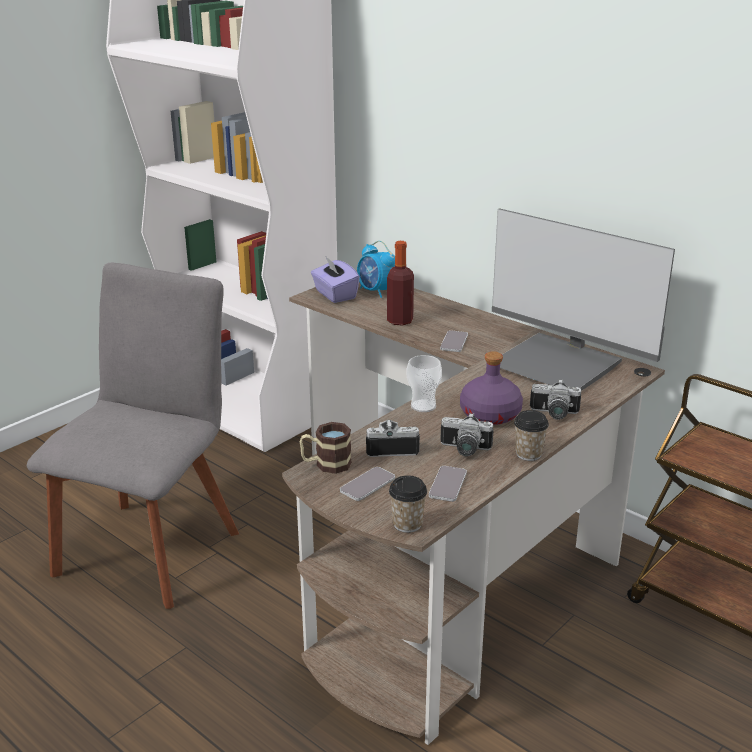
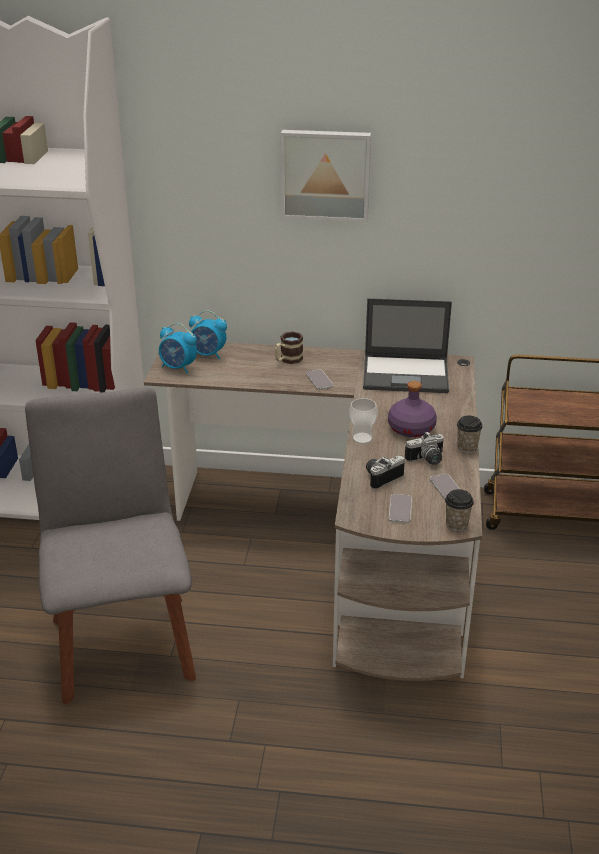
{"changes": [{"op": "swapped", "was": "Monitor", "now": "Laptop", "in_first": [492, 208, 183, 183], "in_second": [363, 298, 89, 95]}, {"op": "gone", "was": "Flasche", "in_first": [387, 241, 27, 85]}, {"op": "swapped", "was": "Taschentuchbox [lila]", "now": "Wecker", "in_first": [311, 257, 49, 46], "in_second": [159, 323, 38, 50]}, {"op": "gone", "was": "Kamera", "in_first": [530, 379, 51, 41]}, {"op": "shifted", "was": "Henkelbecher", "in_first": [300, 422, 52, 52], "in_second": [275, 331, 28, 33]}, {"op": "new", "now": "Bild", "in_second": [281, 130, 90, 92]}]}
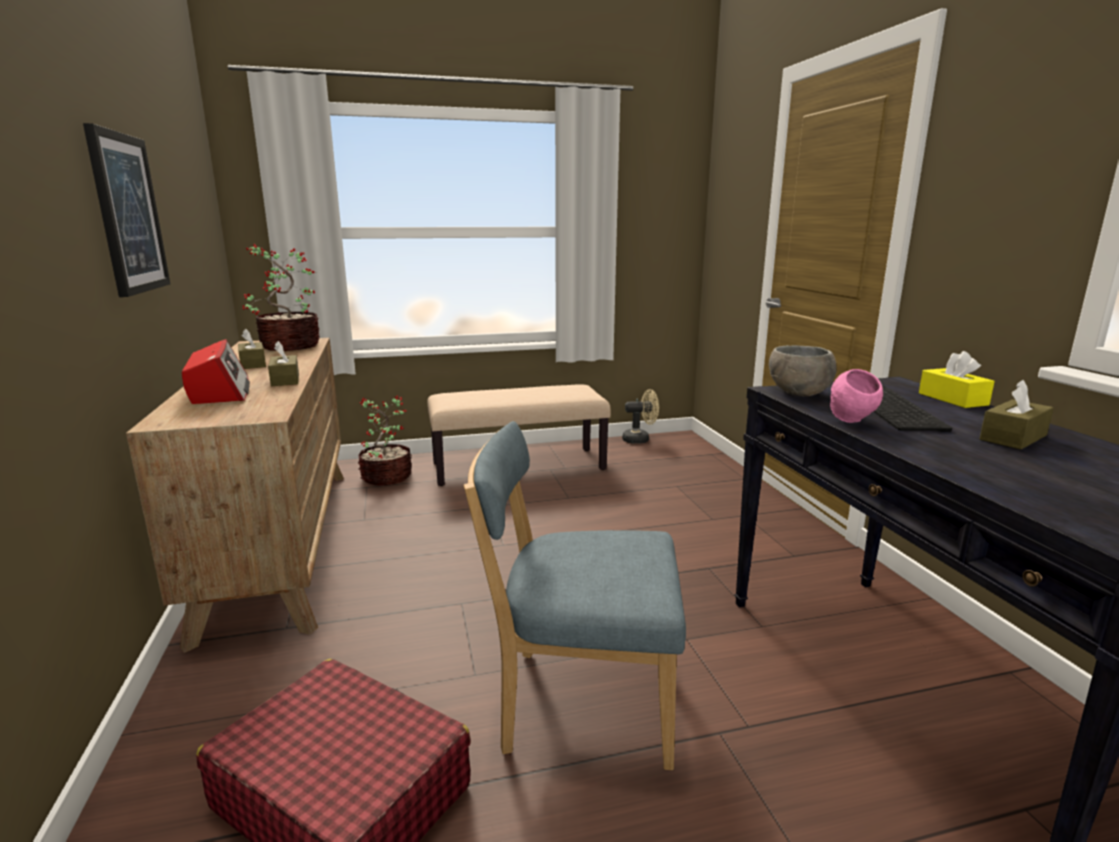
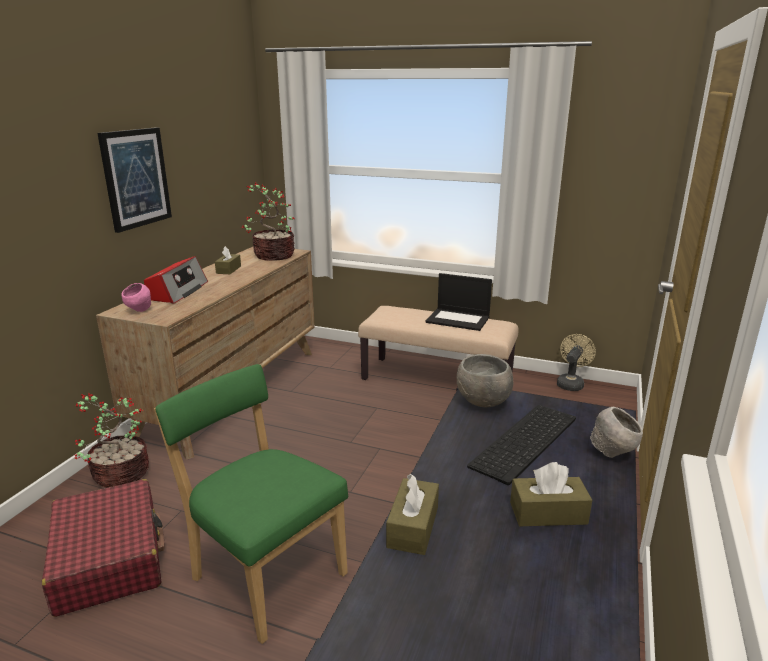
{"changes": [{"op": "shifted", "was": "Taschentuchbox [braun]", "in_first": [268, 341, 31, 45], "in_second": [386, 474, 53, 81]}, {"op": "swapped", "was": "Taschentuchbox [gelb]", "now": "Schüssel [grau]", "in_first": [919, 351, 76, 57], "in_second": [590, 407, 53, 51]}, {"op": "shifted", "was": "Schüssel [rosa]", "in_first": [830, 369, 53, 54], "in_second": [121, 283, 30, 29]}, {"op": "rotated", "was": "Ventilator [beige]", "in_first": [622, 389, 37, 55], "in_second": [557, 334, 39, 57], "clockwise": -90}, {"op": "shifted", "was": "Topfpflanze", "in_first": [358, 395, 54, 91], "in_second": [75, 393, 74, 95]}, {"op": "repainted", "was": "Stuhl [blau]", "now": "Stuhl [grün]", "in_first": [463, 421, 223, 349], "in_second": [154, 364, 194, 280]}, {"op": "new", "now": "Laptop", "in_second": [425, 273, 67, 58]}]}
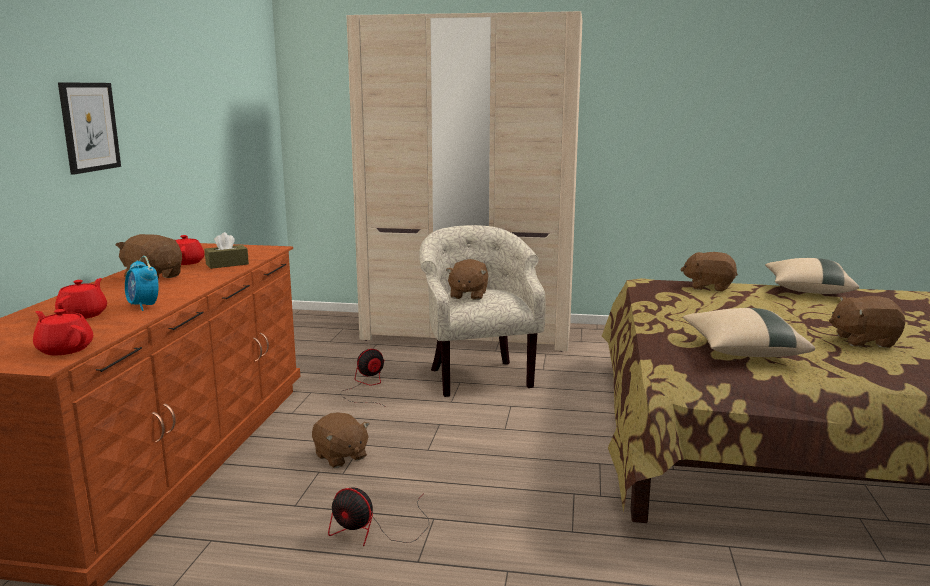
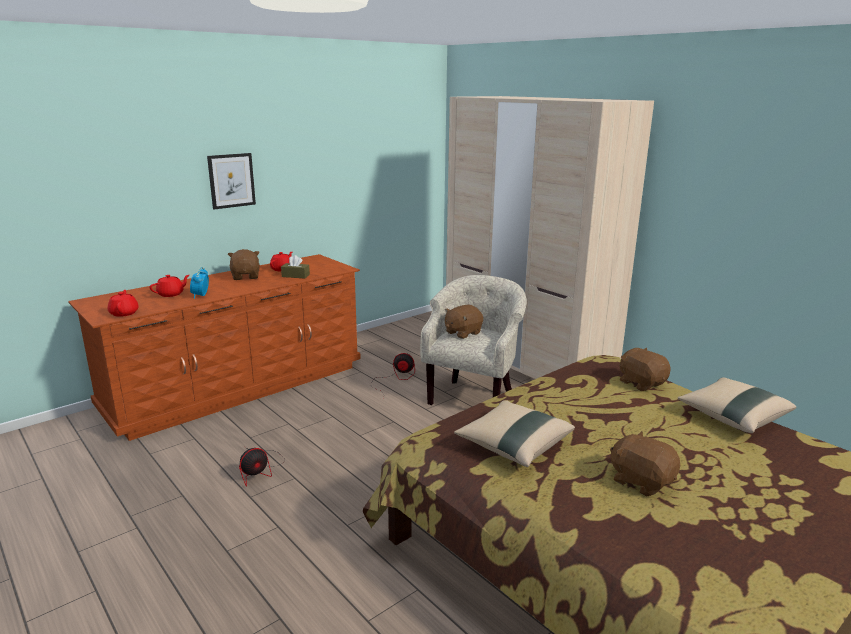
{"changes": [{"op": "gone", "was": "Plüschtier [braun]", "in_first": [312, 412, 57, 56]}, {"op": "rotated", "was": "Ventilator", "in_first": [328, 487, 101, 59], "in_second": [239, 445, 46, 42], "clockwise": -105}]}
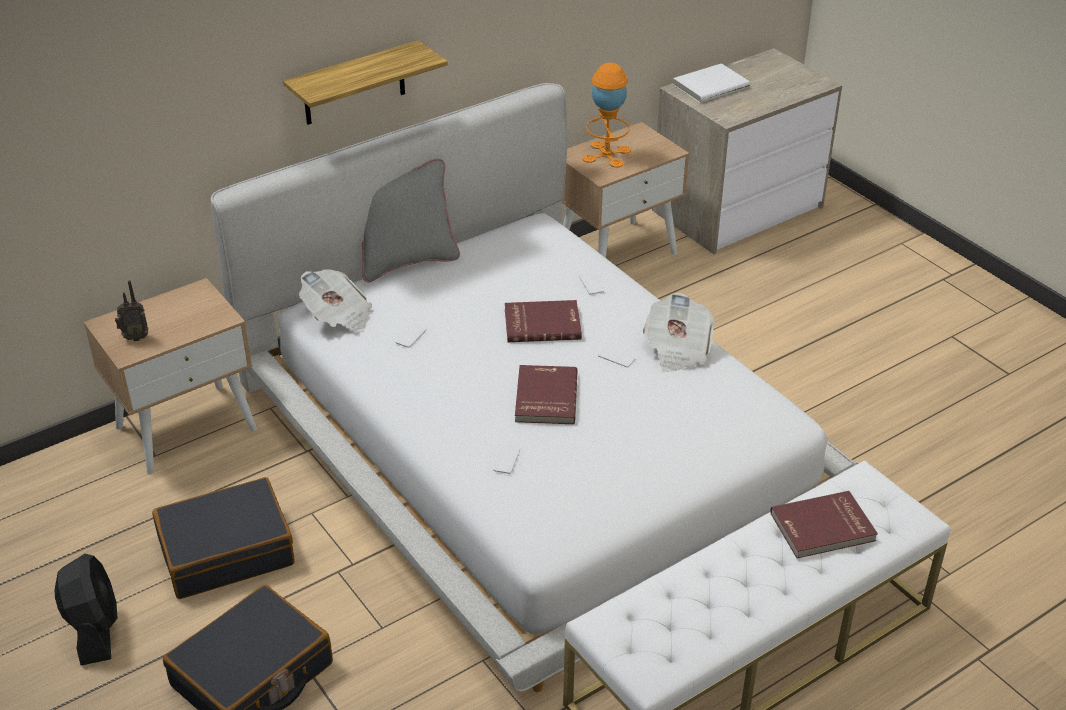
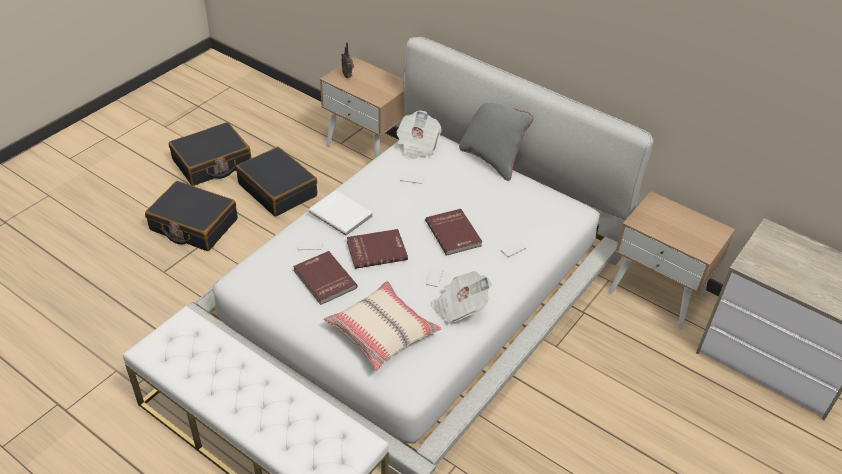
{"changes": [{"op": "gone", "was": "Wandregal", "in_first": [283, 40, 165, 85]}, {"op": "gone", "was": "Tischlampe [orange]", "in_first": [582, 63, 49, 105]}, {"op": "shifted", "was": "Buch [weiß]", "in_first": [673, 63, 77, 40], "in_second": [309, 190, 64, 46]}, {"op": "shifted", "was": "Buch [rot]", "in_first": [770, 491, 108, 67], "in_second": [293, 251, 64, 54]}, {"op": "swapped", "was": "Ventilator [schwarz]", "now": "Koffer [schwarz]", "in_first": [55, 554, 62, 112], "in_second": [169, 122, 82, 64]}, {"op": "new", "now": "Kissen [beige]", "in_second": [324, 281, 118, 90]}]}
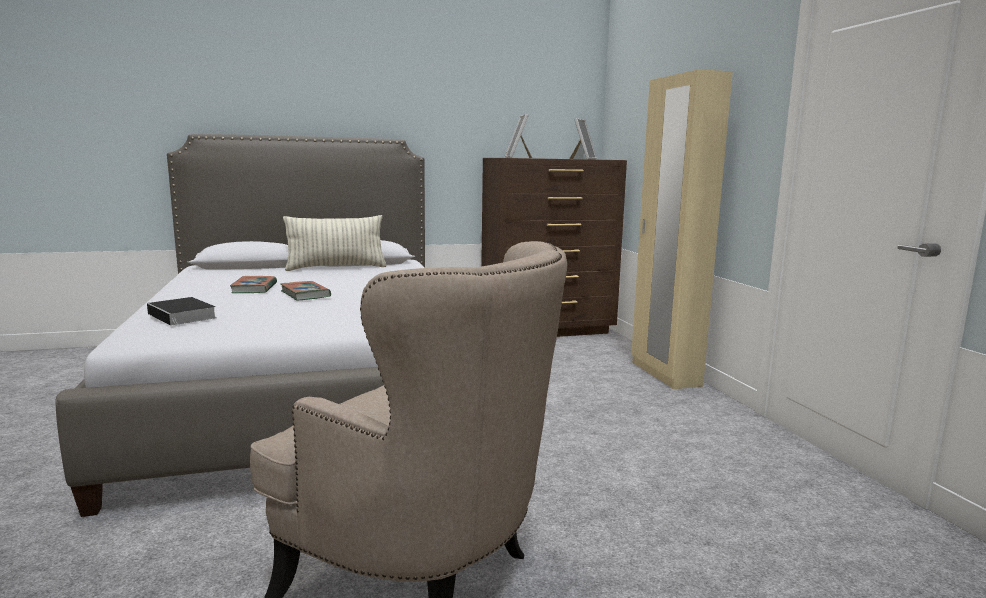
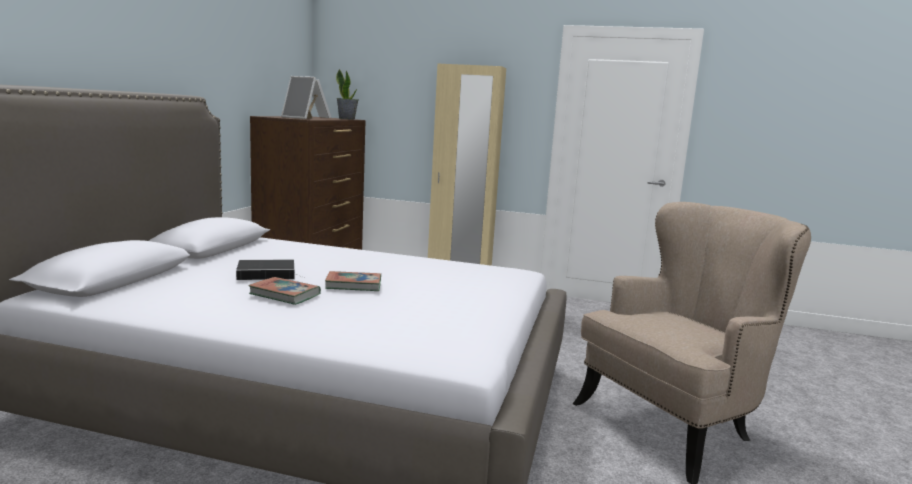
{"changes": [{"op": "gone", "was": "Kissen", "in_first": [283, 215, 104, 56]}, {"op": "shifted", "was": "Buch", "in_first": [147, 297, 70, 30], "in_second": [236, 259, 70, 21]}, {"op": "new", "now": "Topfpflanze", "in_second": [336, 69, 22, 51]}]}
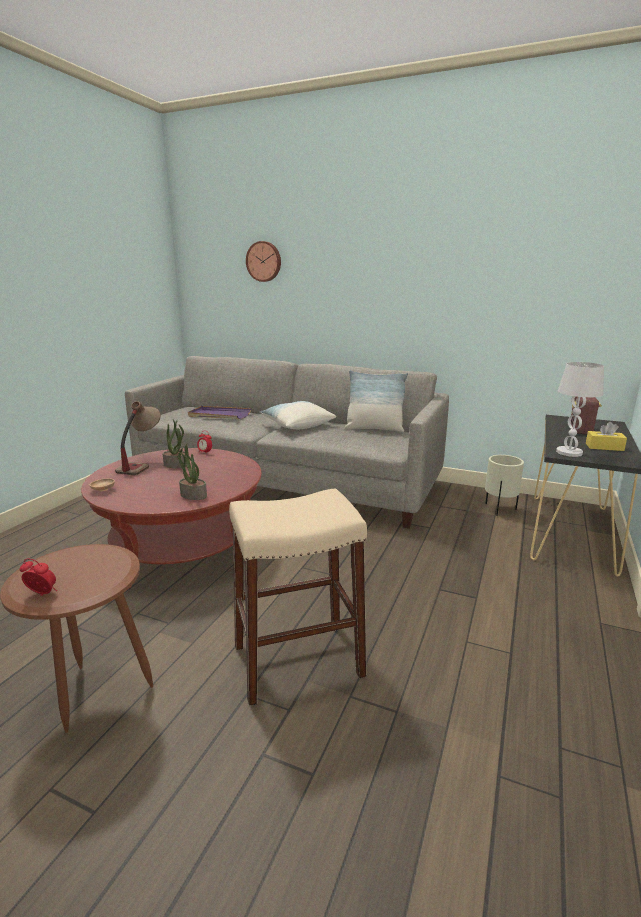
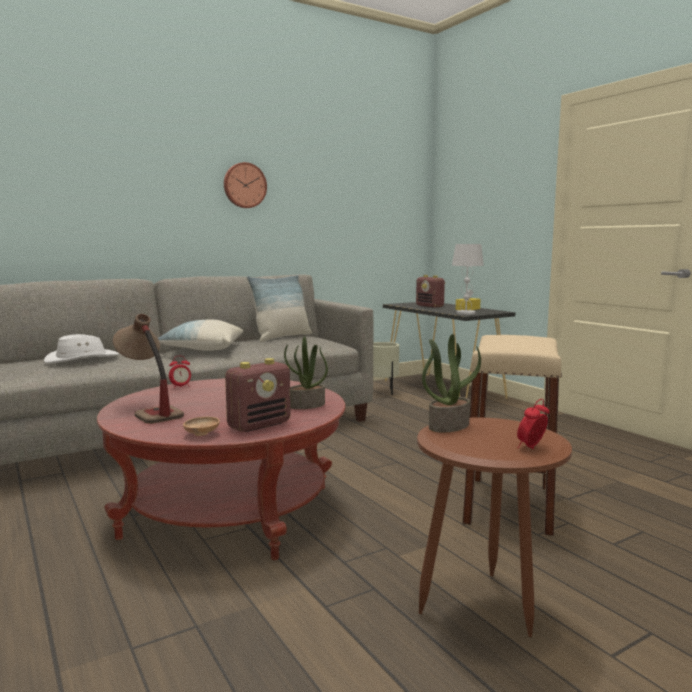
{"changes": [{"op": "shifted", "was": "Wanduhr", "in_first": [246, 241, 35, 41], "in_second": [224, 162, 43, 46]}, {"op": "swapped", "was": "Tablett [lila]", "now": "Hut [weiß]", "in_first": [188, 406, 63, 13], "in_second": [44, 334, 75, 29]}, {"op": "shifted", "was": "Topfpflanze", "in_first": [162, 420, 25, 48], "in_second": [422, 334, 59, 99]}, {"op": "new", "now": "Radio", "in_second": [225, 358, 66, 74]}]}
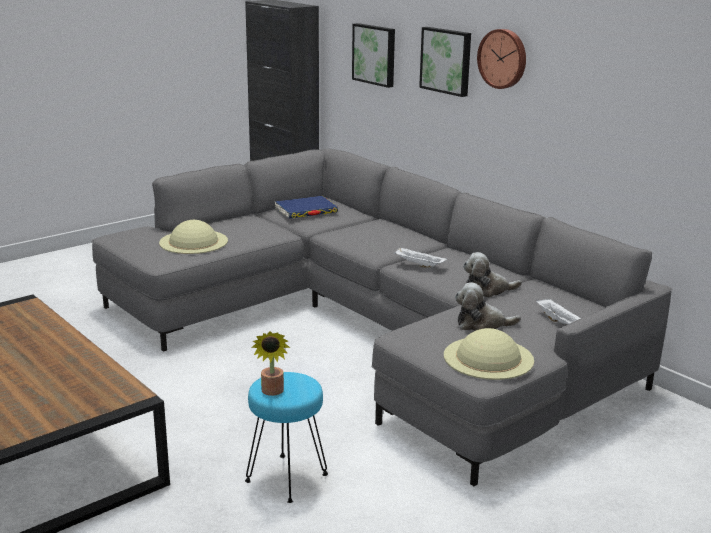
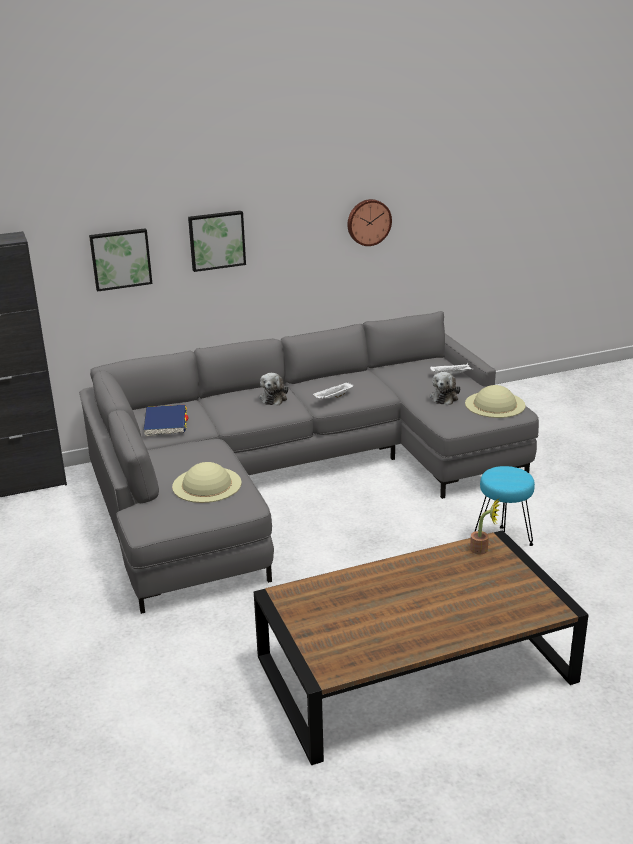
{"changes": [{"op": "shifted", "was": "Wanduhr", "in_first": [477, 29, 49, 60], "in_second": [347, 199, 45, 47]}, {"op": "shifted", "was": "Plüschtier", "in_first": [463, 252, 59, 45], "in_second": [259, 373, 29, 32]}, {"op": "shifted", "was": "Topfpflanze", "in_first": [251, 331, 39, 65], "in_second": [470, 499, 31, 55]}]}
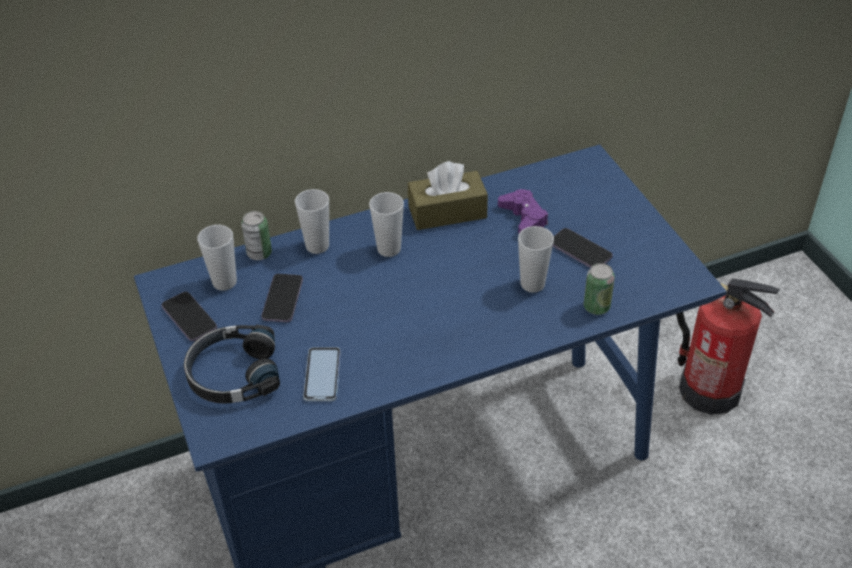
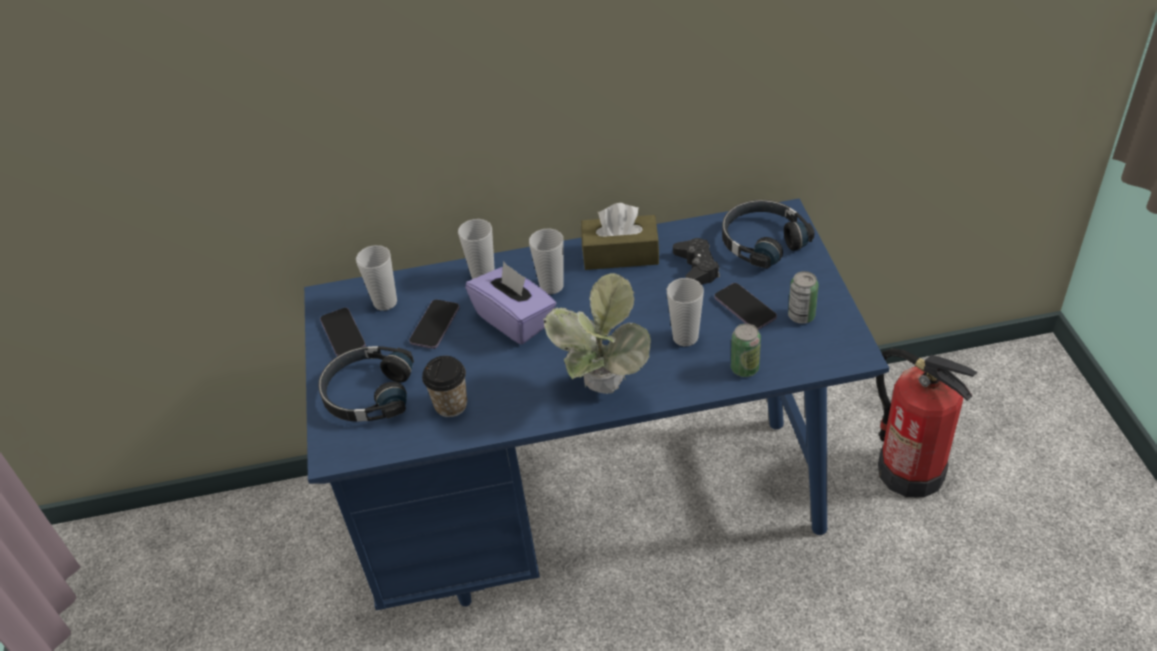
{"changes": [{"op": "repainted", "was": "Gamepad [lila]", "now": "Gamepad [schwarz]", "in_first": [498, 189, 50, 44], "in_second": [673, 238, 47, 47]}, {"op": "shifted", "was": "Dose", "in_first": [241, 211, 31, 49], "in_second": [788, 271, 31, 53]}, {"op": "swapped", "was": "Handy", "now": "Tasse", "in_first": [303, 347, 38, 54], "in_second": [422, 356, 45, 61]}, {"op": "new", "now": "Kopfhörer [schwarz]", "in_second": [722, 200, 93, 68]}, {"op": "new", "now": "Taschentuchbox [lila]", "in_second": [465, 261, 92, 84]}, {"op": "new", "now": "Topfpflanze", "in_second": [543, 273, 108, 121]}]}
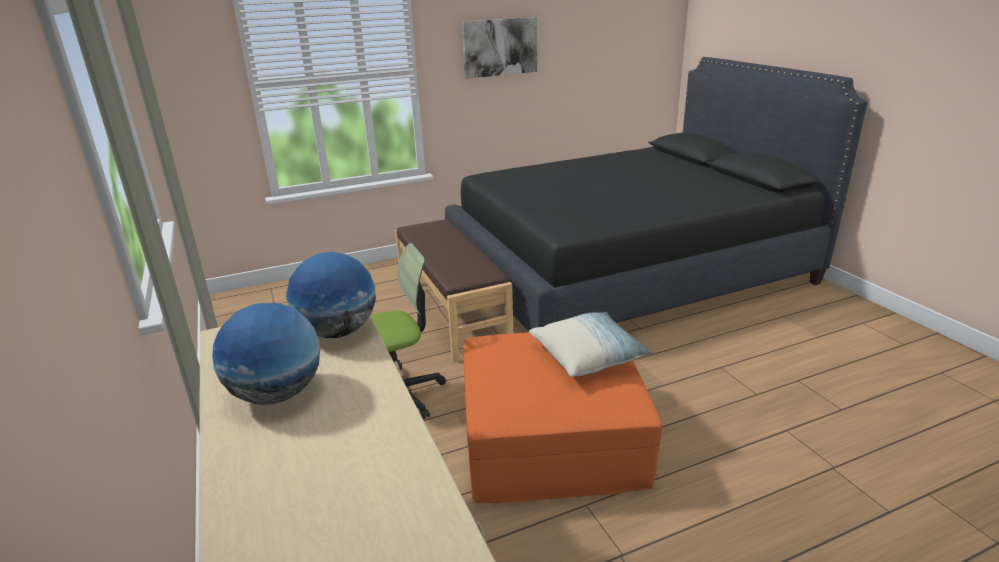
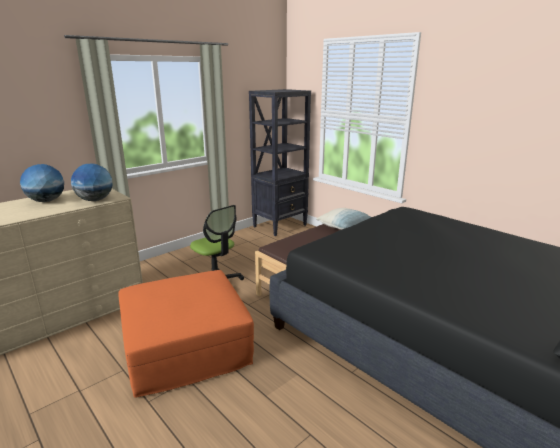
{"changes": [{"op": "gone", "was": "Bild", "in_first": [462, 17, 75, 62]}, {"op": "shifted", "was": "Kissen", "in_first": [529, 312, 124, 65], "in_second": [316, 208, 55, 22]}, {"op": "new", "now": "Bücherregal [schwarz]", "in_second": [249, 89, 62, 147]}]}
